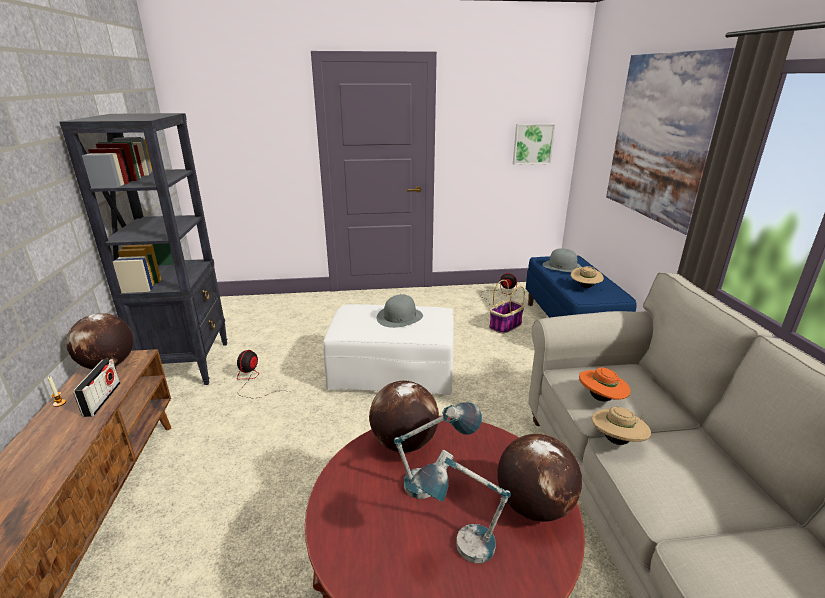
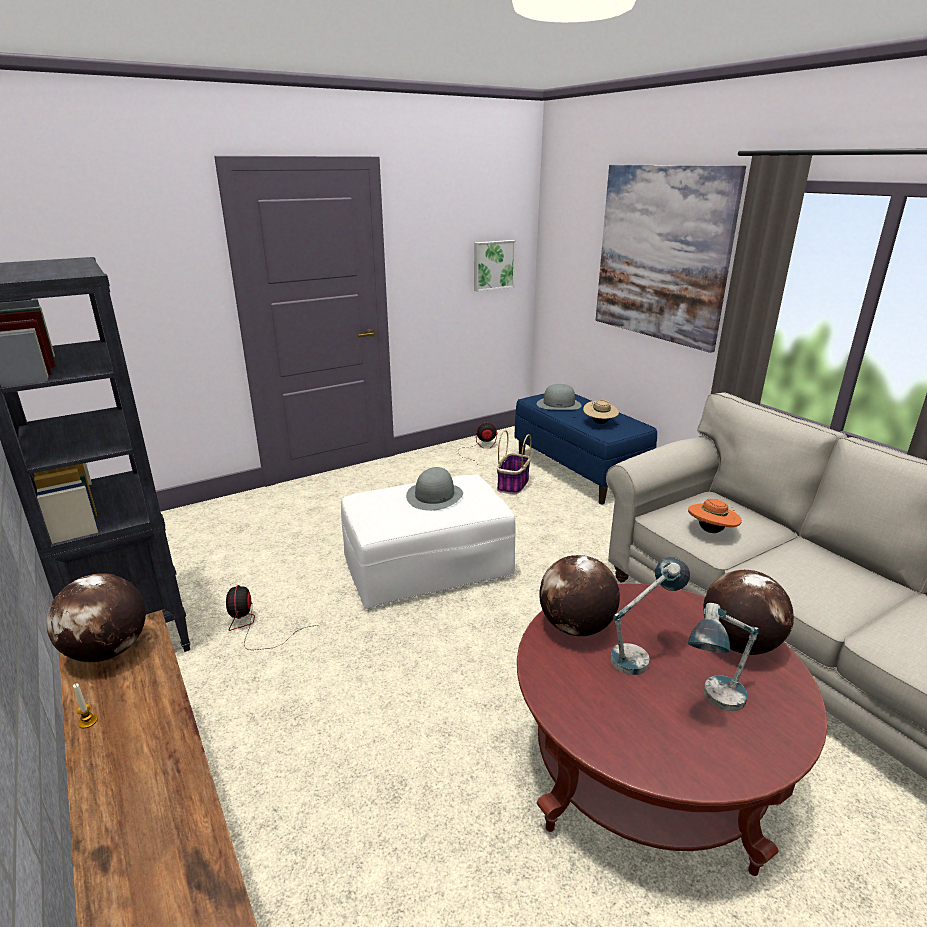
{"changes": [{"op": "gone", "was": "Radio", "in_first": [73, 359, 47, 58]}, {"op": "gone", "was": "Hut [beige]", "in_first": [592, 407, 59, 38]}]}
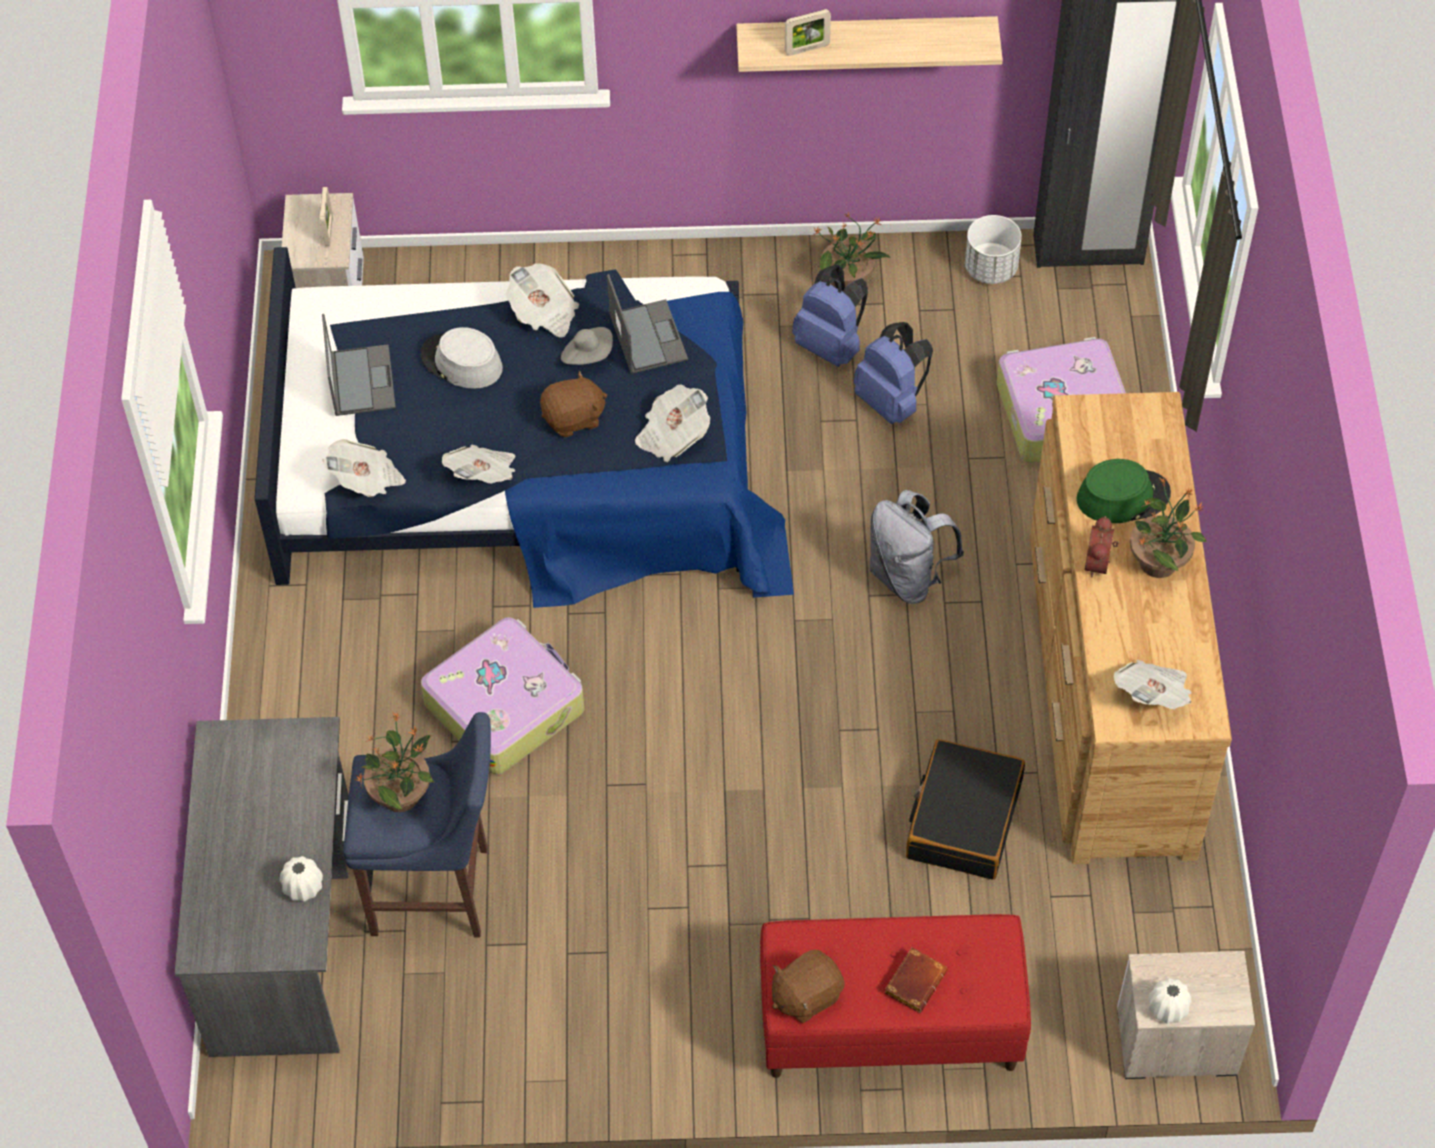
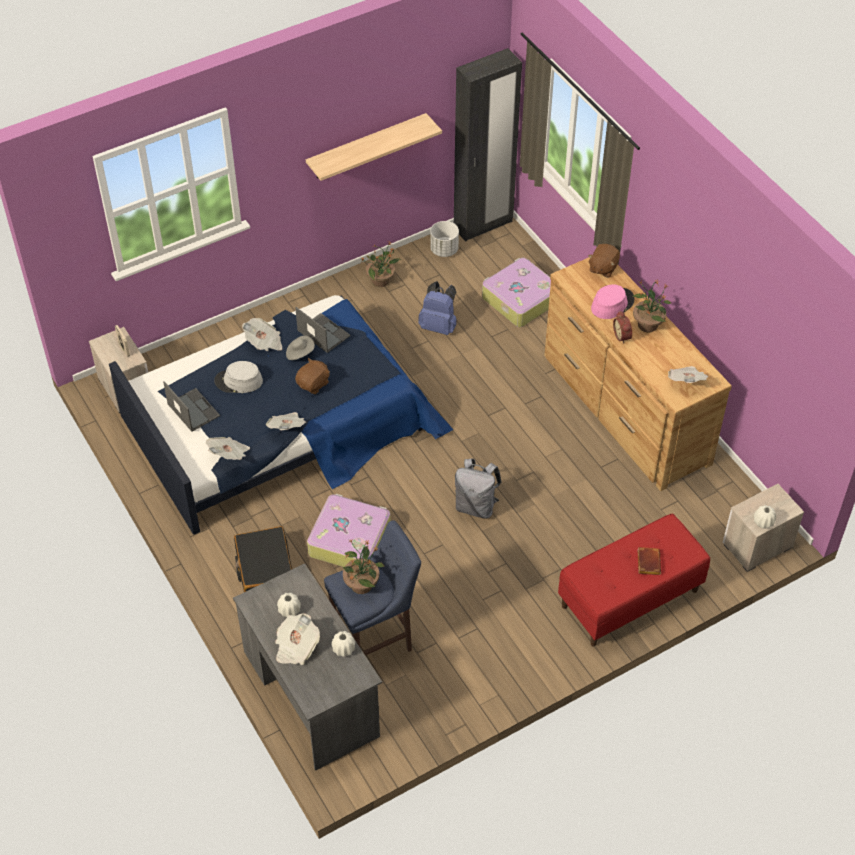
{"changes": [{"op": "gone", "was": "Bilderrahmen", "in_first": [785, 9, 46, 47]}, {"op": "gone", "was": "Rucksack [blau]", "in_first": [792, 265, 76, 102]}, {"op": "shifted", "was": "Zeitung", "in_first": [635, 384, 75, 78], "in_second": [275, 613, 45, 52]}, {"op": "repainted", "was": "Hut [grün]", "now": "Hut [rosa]", "in_first": [1077, 459, 94, 64], "in_second": [591, 284, 43, 35]}, {"op": "shifted", "was": "Rucksack [grau]", "in_first": [870, 490, 94, 114], "in_second": [455, 458, 47, 61]}, {"op": "shifted", "was": "Koffer [schwarz]", "in_first": [906, 739, 119, 140], "in_second": [234, 526, 58, 66]}, {"op": "shifted", "was": "Plüschtier [braun]", "in_first": [772, 950, 72, 73], "in_second": [588, 244, 32, 34]}, {"op": "new", "now": "Vase [weiß]", "in_second": [277, 593, 24, 24]}]}
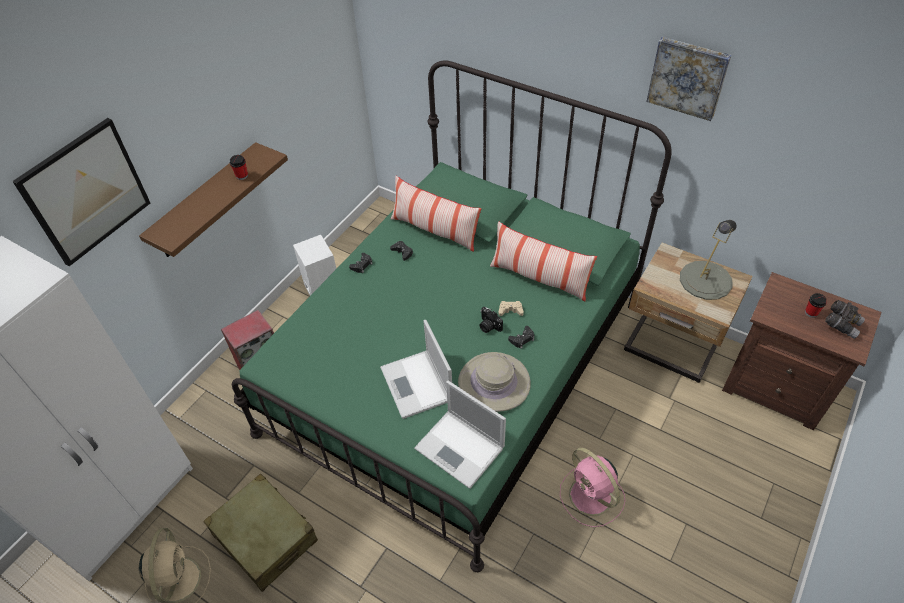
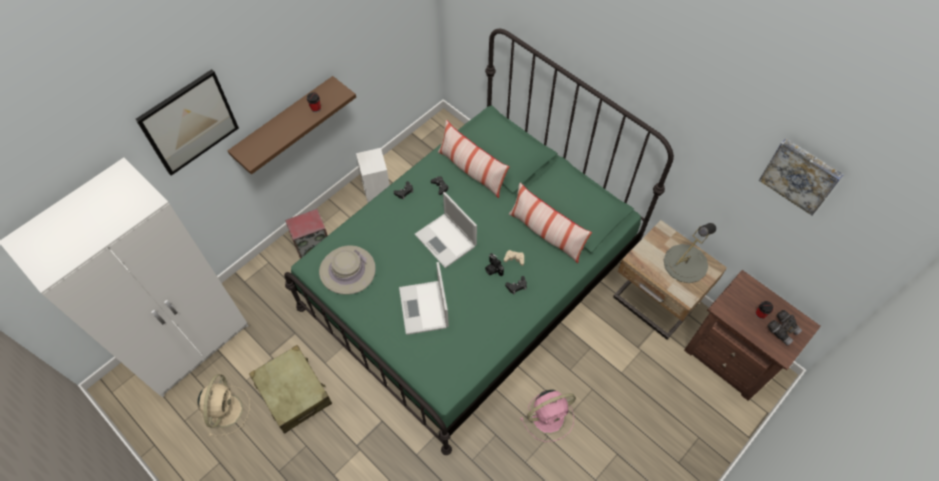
{"changes": [{"op": "shifted", "was": "Bild", "in_first": [646, 37, 85, 84], "in_second": [759, 138, 84, 77]}, {"op": "shifted", "was": "Hut [beige]", "in_first": [458, 352, 73, 60], "in_second": [319, 245, 57, 50]}, {"op": "shifted", "was": "Laptop", "in_first": [414, 381, 92, 108], "in_second": [415, 192, 62, 76]}, {"op": "rotated", "was": "Ventilator [rosa]", "in_first": [560, 448, 65, 79], "in_second": [520, 390, 56, 52], "clockwise": -90}]}
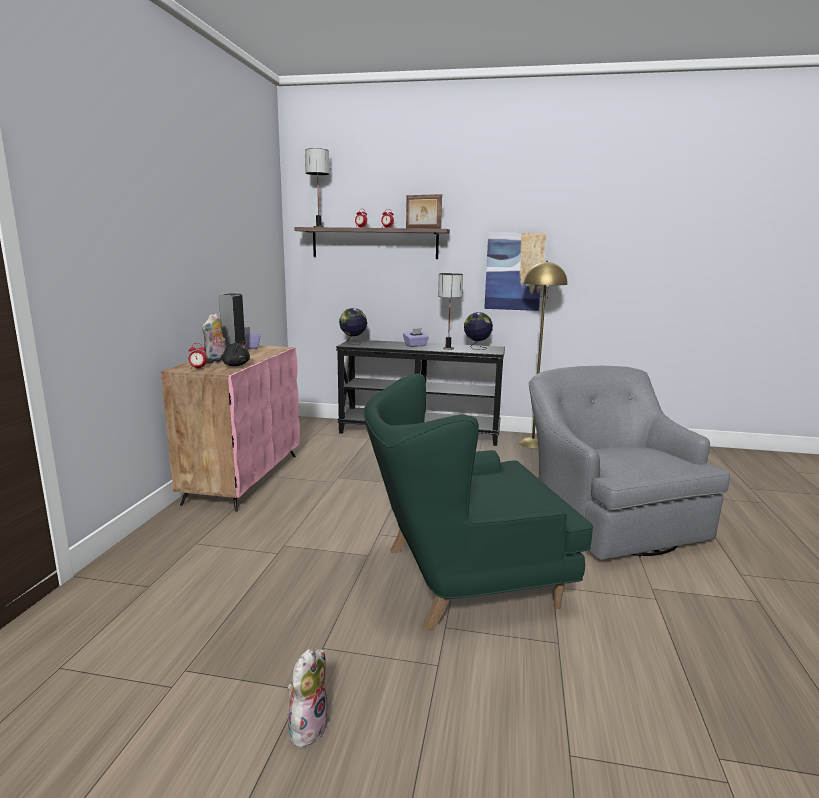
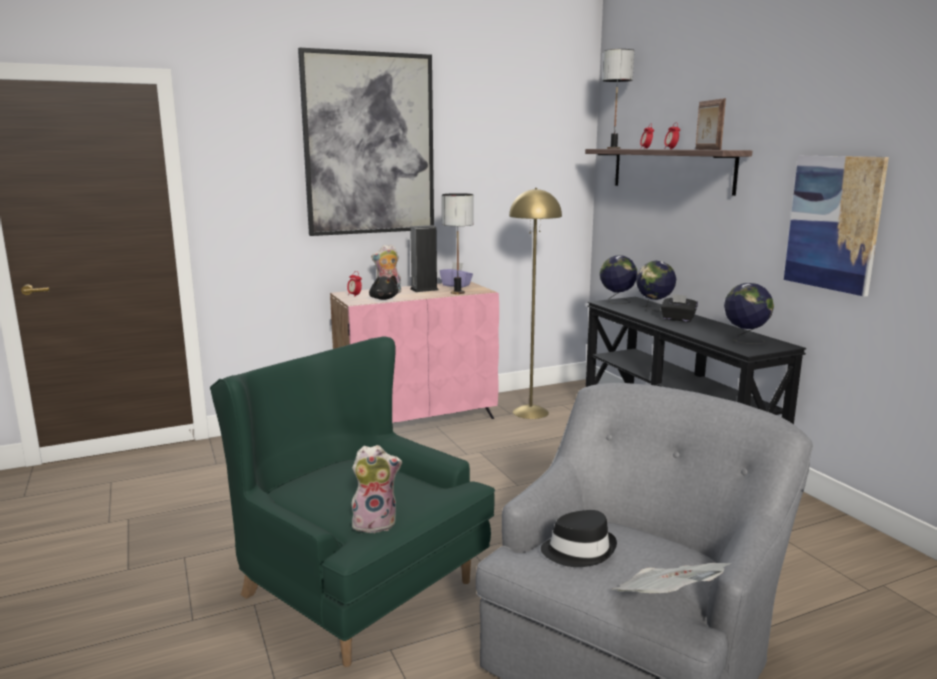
{"changes": [{"op": "shifted", "was": "Stehlampe [gelb]", "in_first": [518, 261, 49, 187], "in_second": [509, 188, 53, 231]}, {"op": "shifted", "was": "Tischlampe", "in_first": [438, 273, 25, 77], "in_second": [442, 193, 31, 101]}, {"op": "repainted", "was": "Taschentuchbox [lila]", "now": "Taschentuchbox [schwarz]", "in_first": [403, 328, 26, 19], "in_second": [661, 294, 37, 28]}, {"op": "shifted", "was": "Plüschtier", "in_first": [287, 649, 42, 99], "in_second": [351, 445, 51, 88]}, {"op": "new", "now": "Bild", "in_second": [298, 48, 136, 188]}, {"op": "new", "now": "Globus", "in_second": [636, 261, 40, 51]}, {"op": "new", "now": "Hut [schwarz]", "in_second": [541, 510, 76, 57]}, {"op": "new", "now": "Zeitung", "in_second": [611, 563, 120, 30]}]}
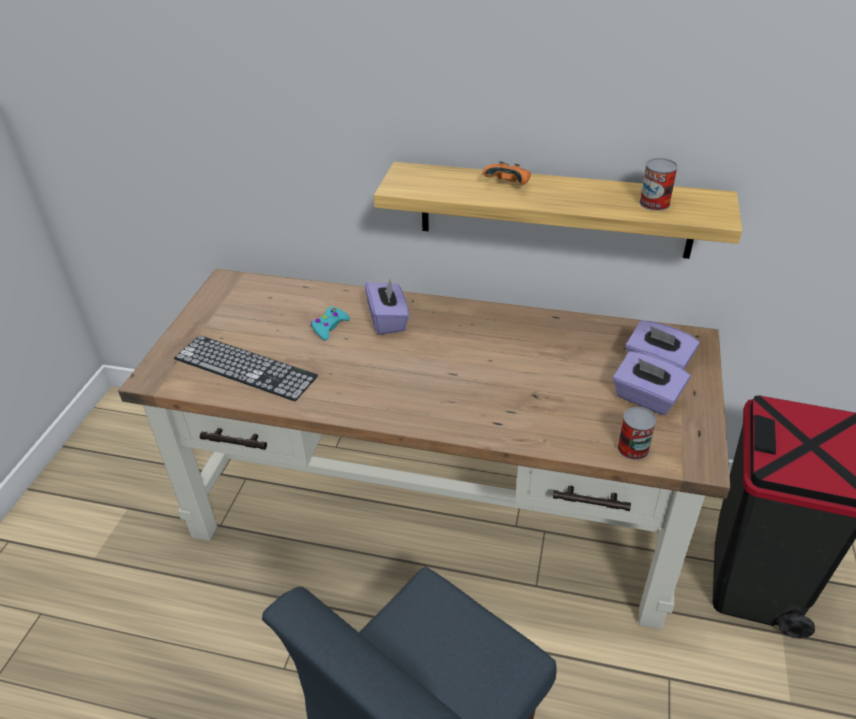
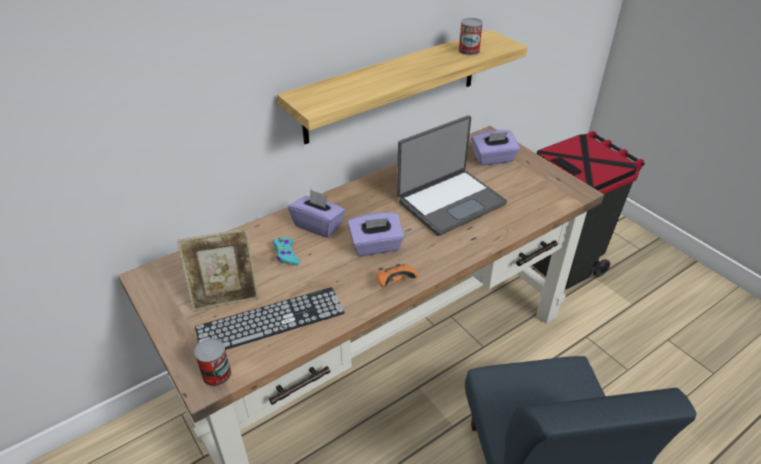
{"changes": [{"op": "shifted", "was": "Gamepad [orange]", "in_first": [483, 161, 48, 23], "in_second": [377, 264, 41, 24]}, {"op": "shifted", "was": "Taschentuchbox [lila]", "in_first": [613, 351, 77, 64], "in_second": [348, 212, 56, 44]}, {"op": "shifted", "was": "Dose", "in_first": [617, 407, 39, 53], "in_second": [194, 338, 38, 49]}, {"op": "new", "now": "Laptop", "in_second": [397, 115, 110, 121]}, {"op": "new", "now": "Bilderrahmen", "in_second": [177, 229, 82, 83]}]}
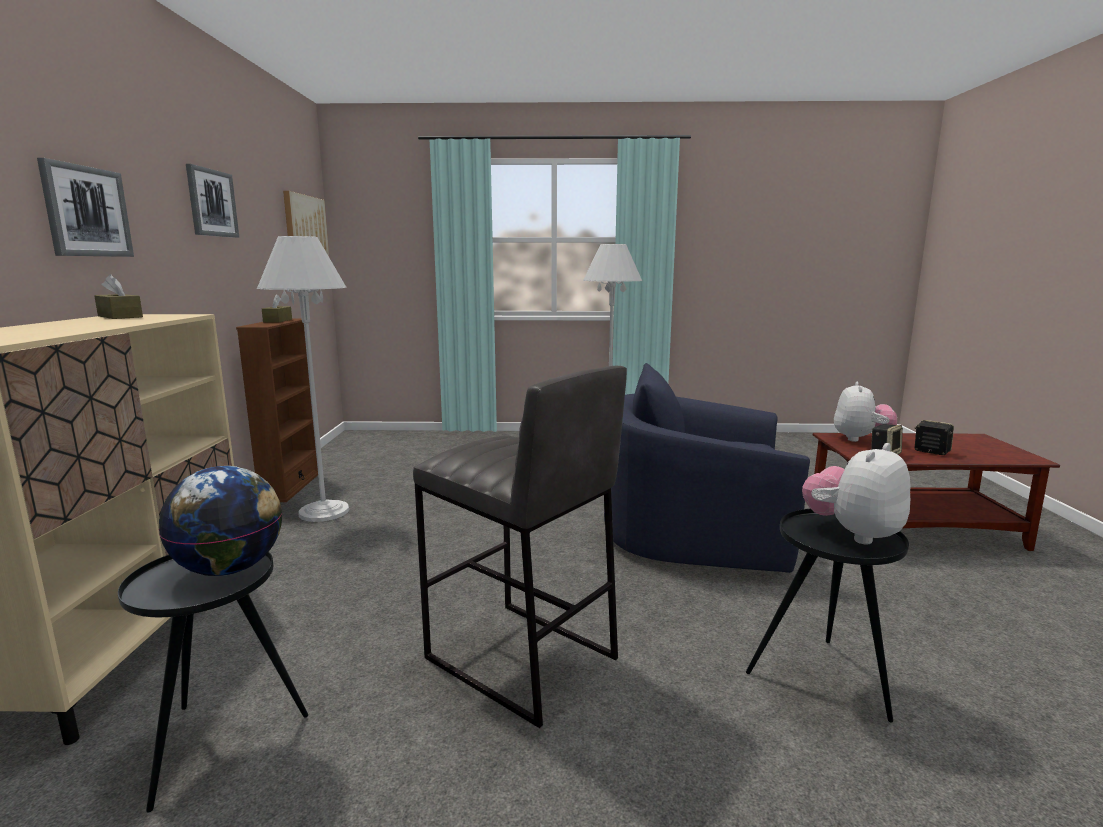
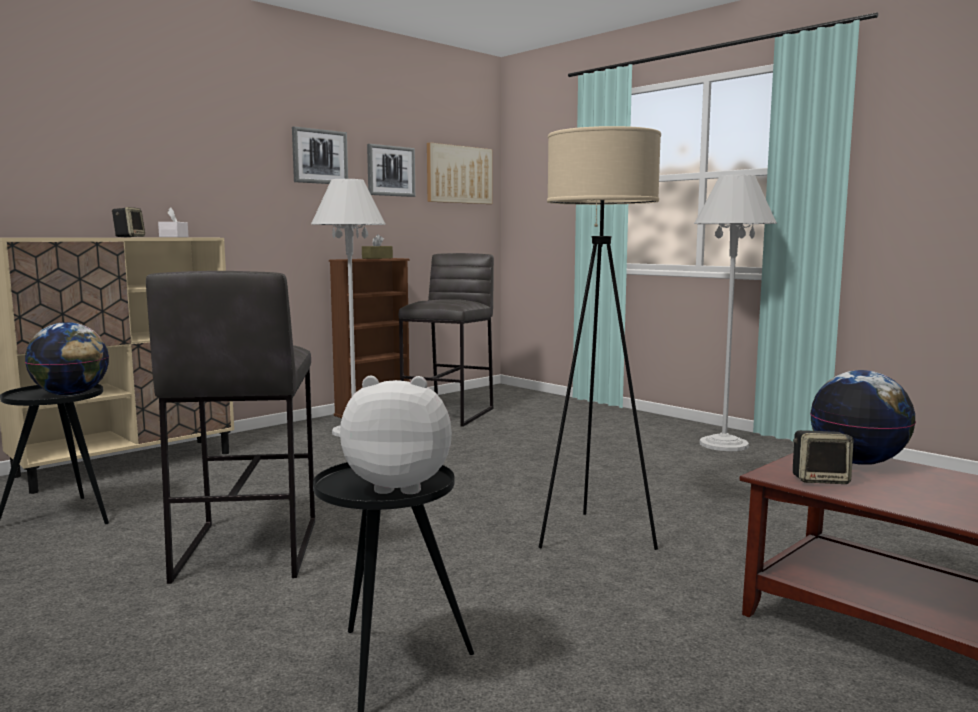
{"changes": [{"op": "shifted", "was": "Bild", "in_first": [37, 158, 97, 99], "in_second": [367, 144, 48, 53]}, {"op": "repainted", "was": "Taschentuchbox [braun]", "now": "Taschentuchbox [weiß]", "in_first": [94, 274, 49, 45], "in_second": [158, 207, 31, 30]}, {"op": "swapped", "was": "Sessel [blau]", "now": "Stehlampe [beige]", "in_first": [604, 363, 206, 210], "in_second": [539, 126, 122, 424]}, {"op": "swapped", "was": "Plüschtier", "now": "Globus", "in_first": [834, 382, 63, 60], "in_second": [810, 370, 106, 95]}, {"op": "shifted", "was": "Lautsprecher", "in_first": [915, 420, 39, 35], "in_second": [112, 207, 33, 30]}, {"op": "new", "now": "Hocker [grau]", "in_second": [399, 253, 95, 174]}]}
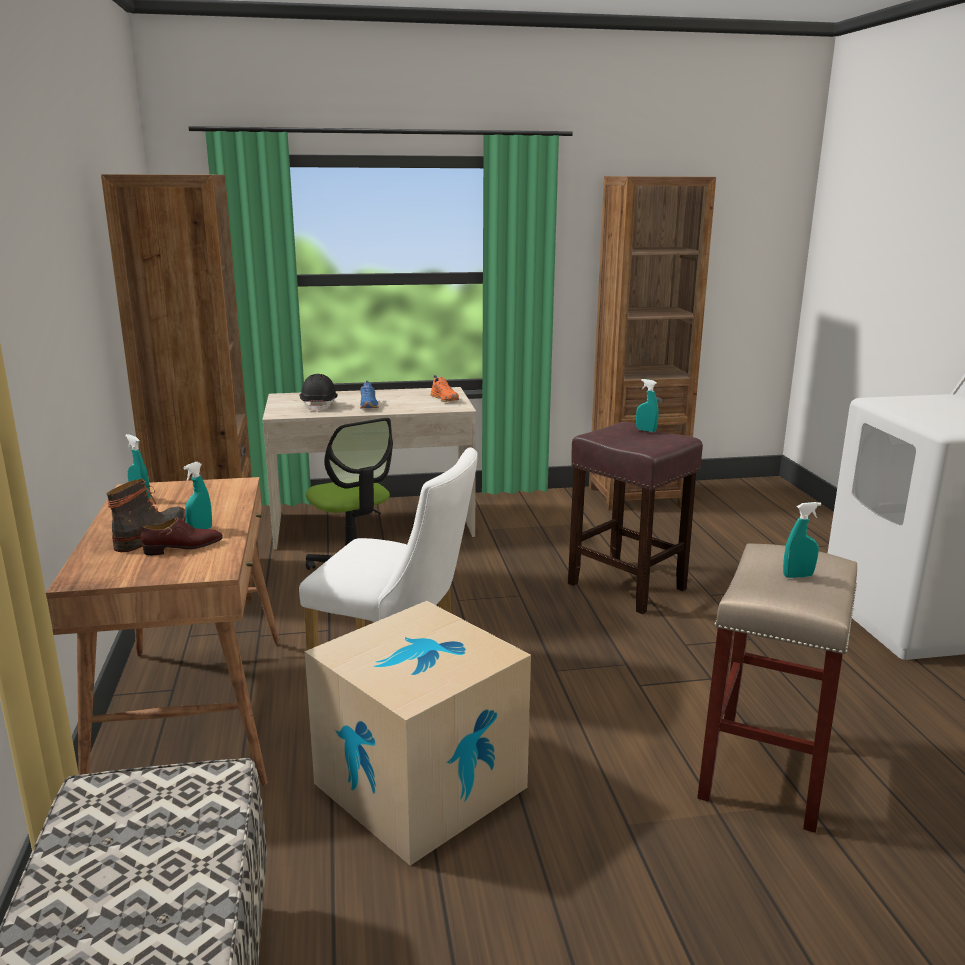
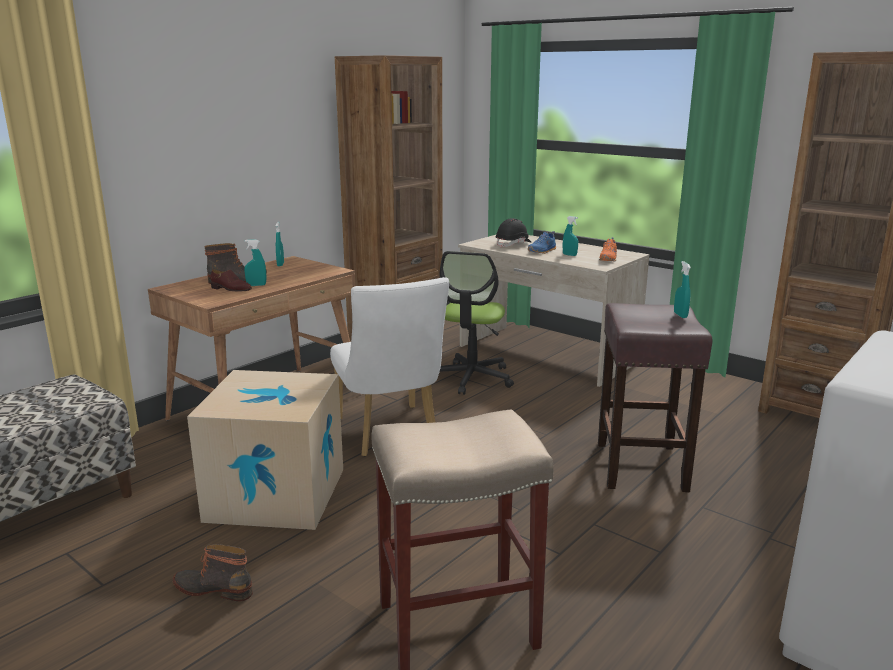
{"changes": [{"op": "shifted", "was": "Sprühflasche [türkis]", "in_first": [783, 502, 38, 76], "in_second": [563, 216, 15, 40]}, {"op": "new", "now": "Stiefel", "in_second": [173, 544, 80, 57]}]}
